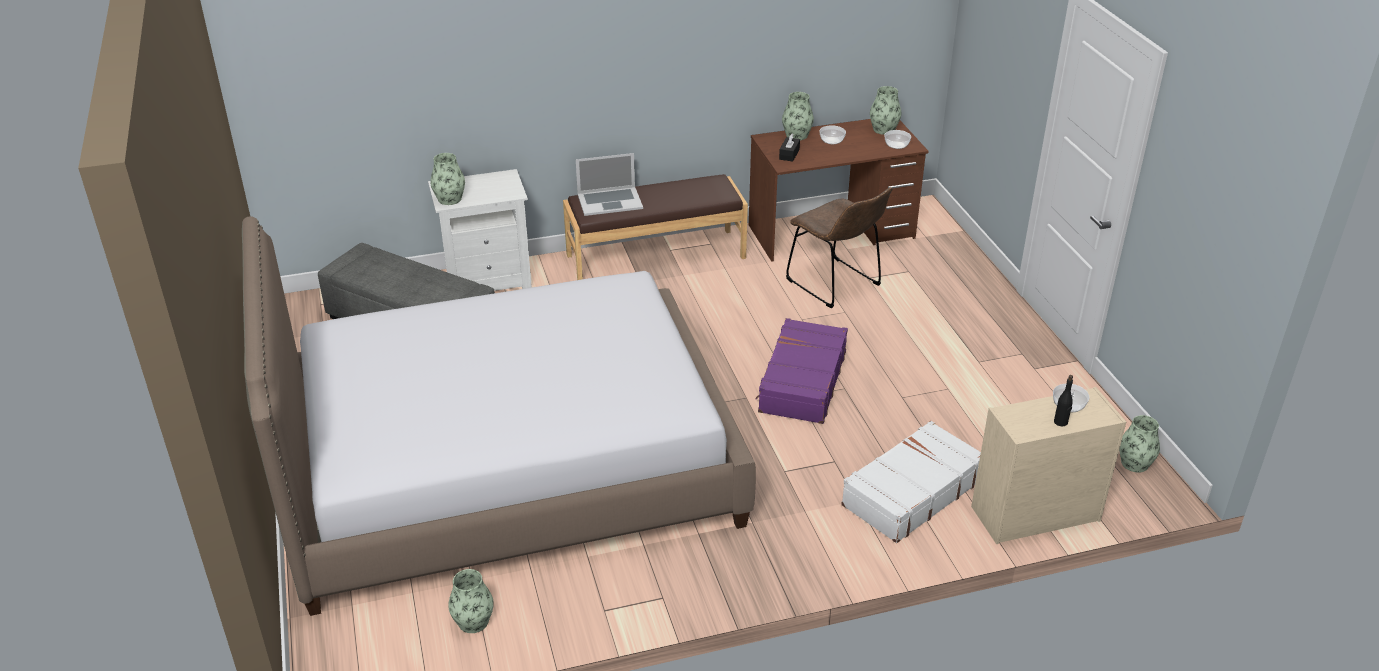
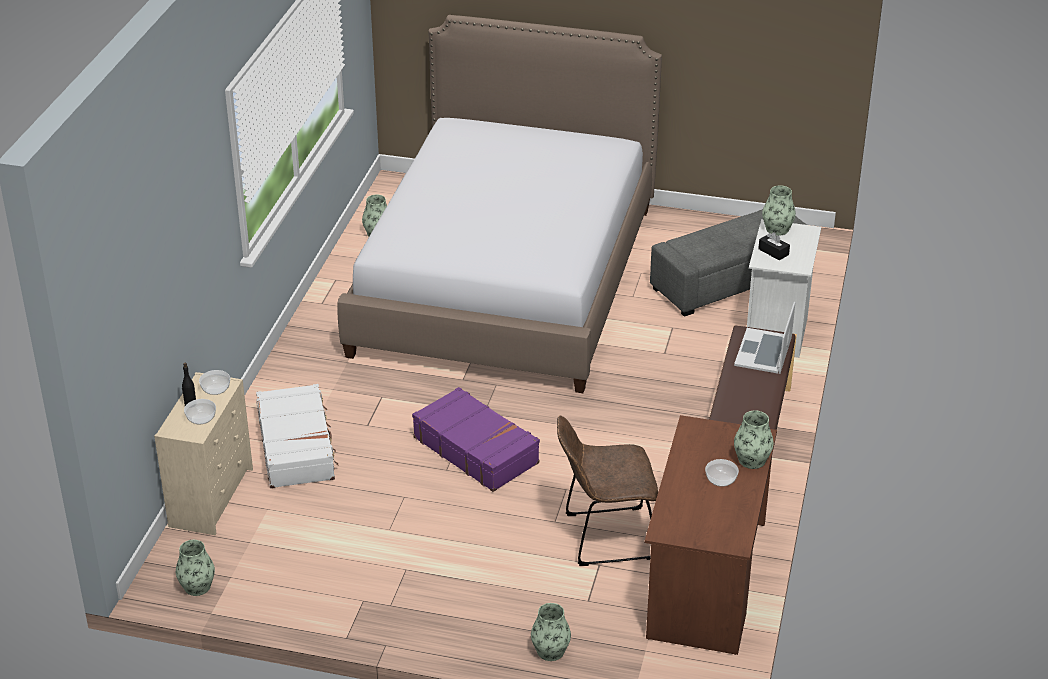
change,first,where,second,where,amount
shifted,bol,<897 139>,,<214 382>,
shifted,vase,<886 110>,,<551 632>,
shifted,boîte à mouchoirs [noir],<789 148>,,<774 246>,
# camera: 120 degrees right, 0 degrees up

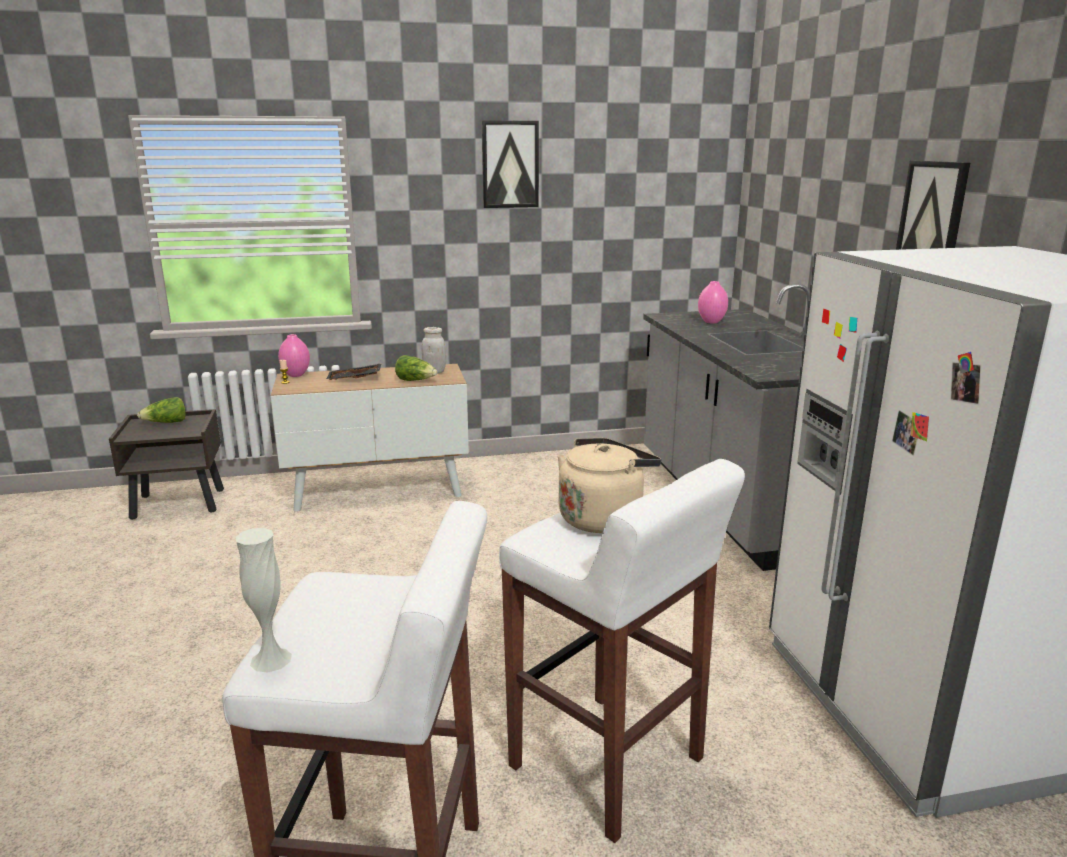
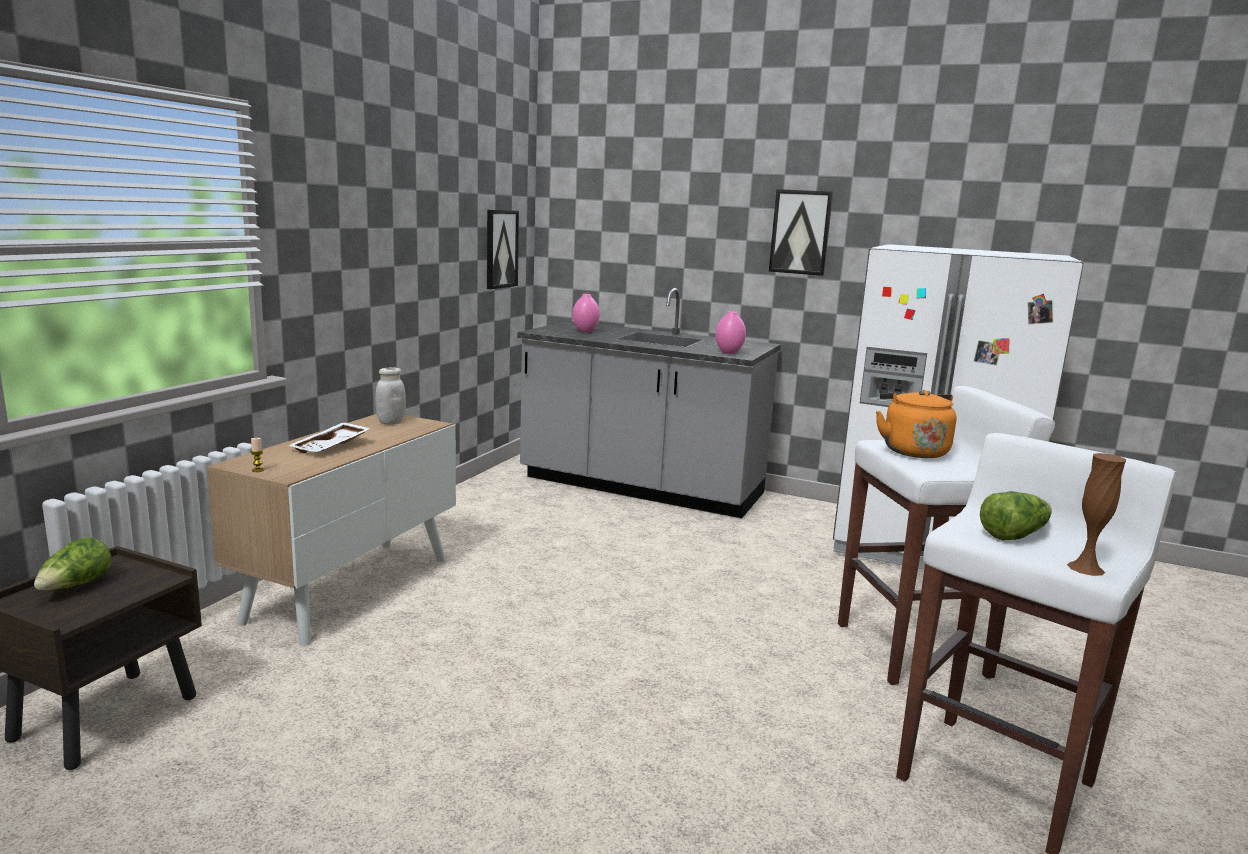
change,first,where,second,where,amount
repainted,plateau [noir],<354 371>,plateau [blanc],<329 437>,
shifted,tableau,<510 164>,,<503 249>,
shifted,vase [rose],<294 355>,,<730 332>,
repainted,bouilloire [beige],<609 485>,bouilloire [orange],<916 424>,
shifted,laitue,<416 368>,,<1016 515>,
repainted,vase [blanc],<264 600>,vase [marron],<1096 514>,
# camera: 55 degrees left, 5 degrees down

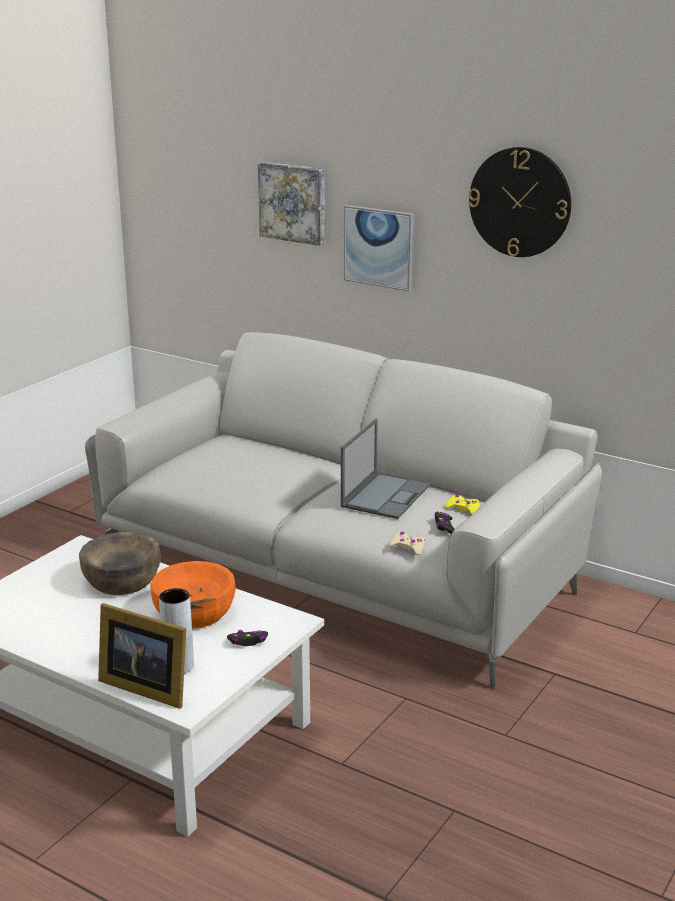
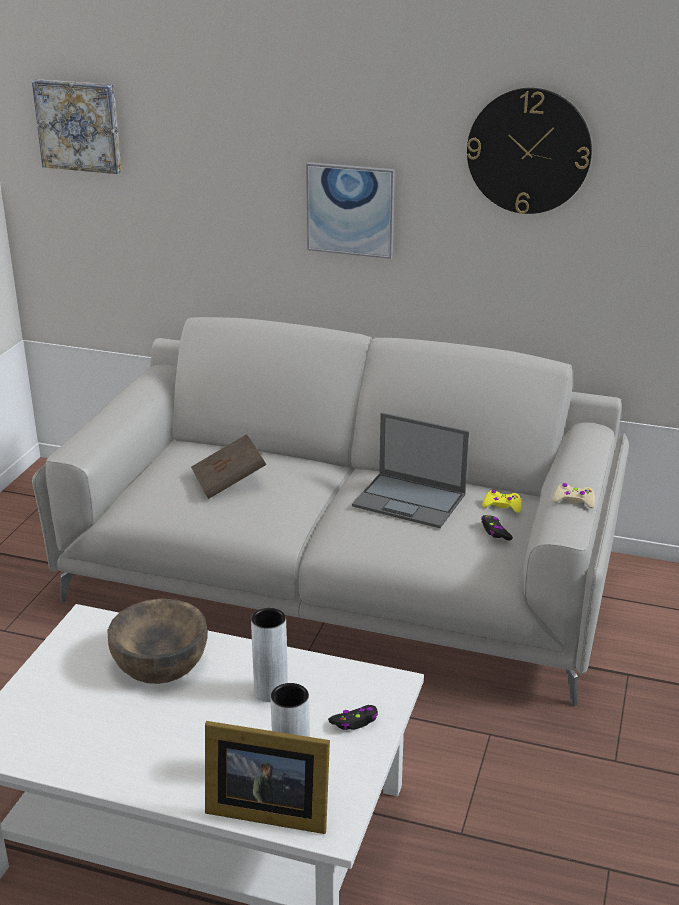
change,first,where,second,where,amount
shifted,tableau,<291 204>,,<77 126>,
new,,,livre [marron],<228 466>,
swapped,bol [orange],<193 595>,vase [gris],<269 655>,
rotated,ordinateur portable,<385 468>,,<410 470>,105 degrees clockwise
shifted,manette [beige],<407 543>,,<573 495>,
# camera: 15 degrees left, 5 degrees up

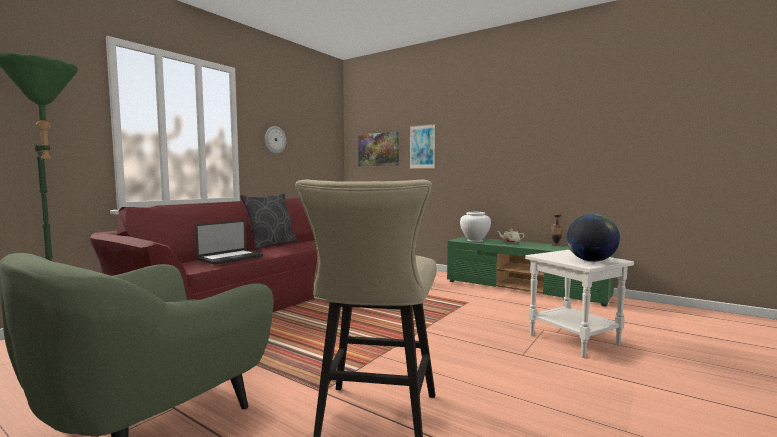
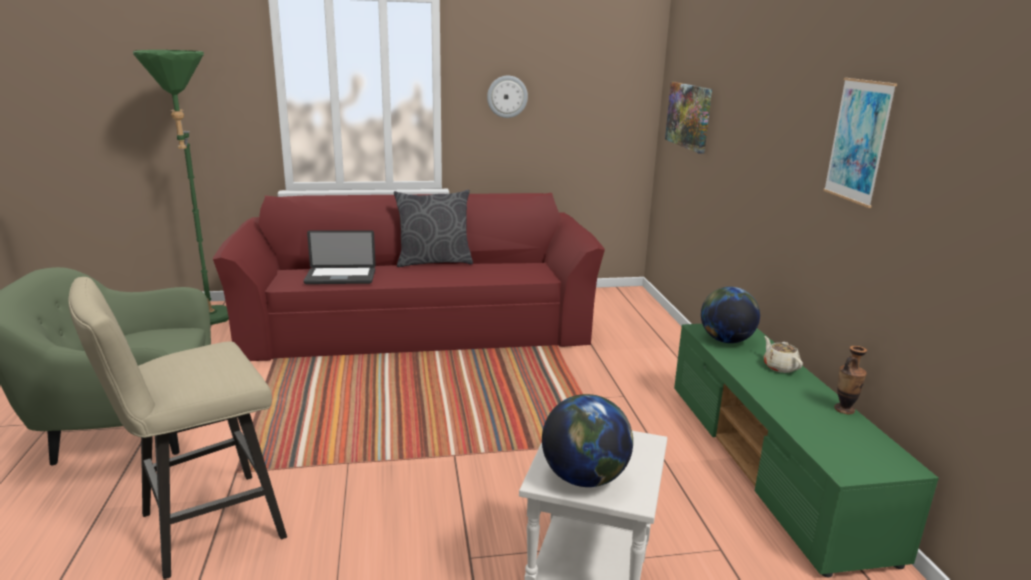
change,first,where,second,where,amount
swapped,vase [blanc],<475 227>,globe,<730 315>,
shifted,tableau,<422 146>,,<860 143>,
# camera: 45 degrees right, 15 degrees up

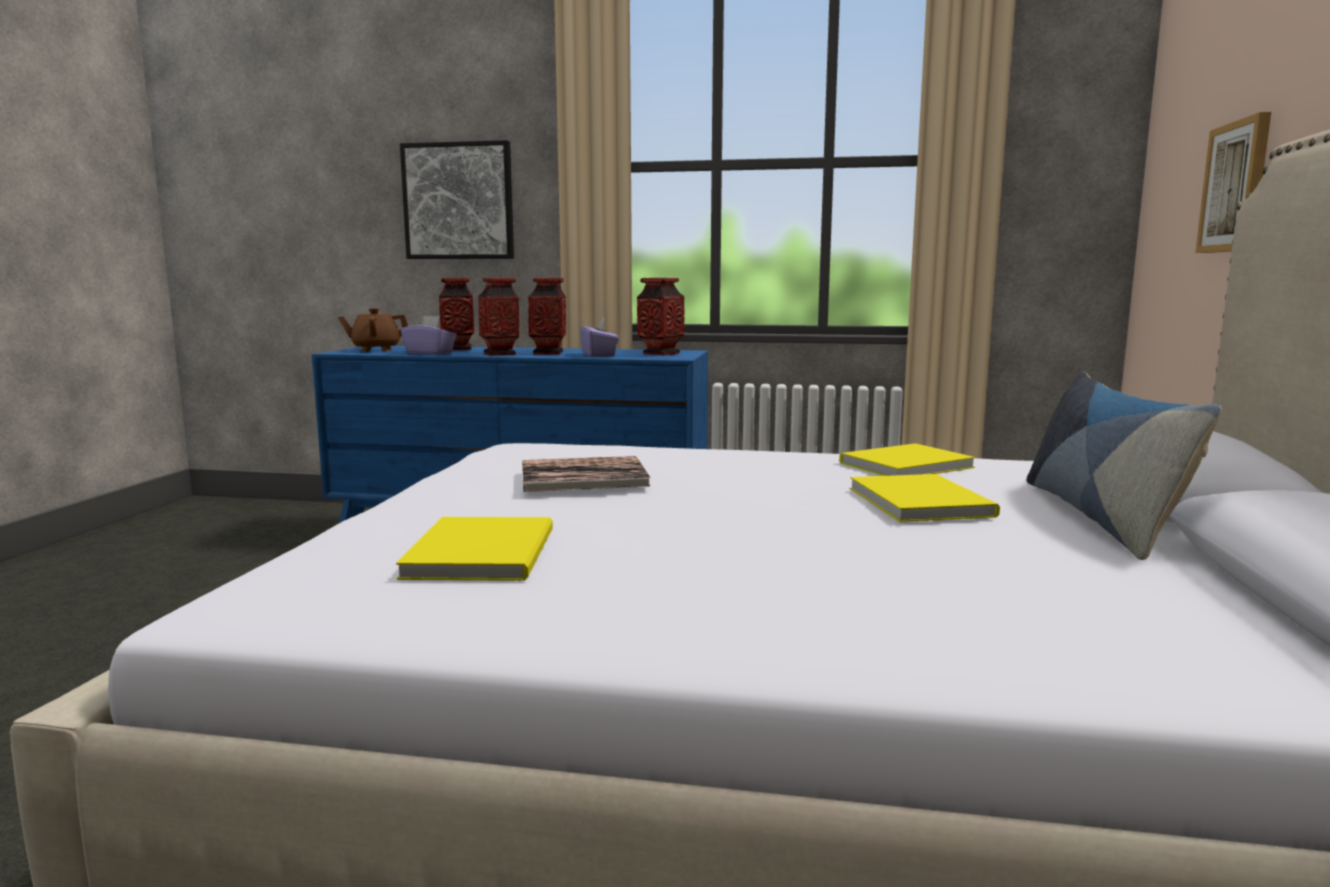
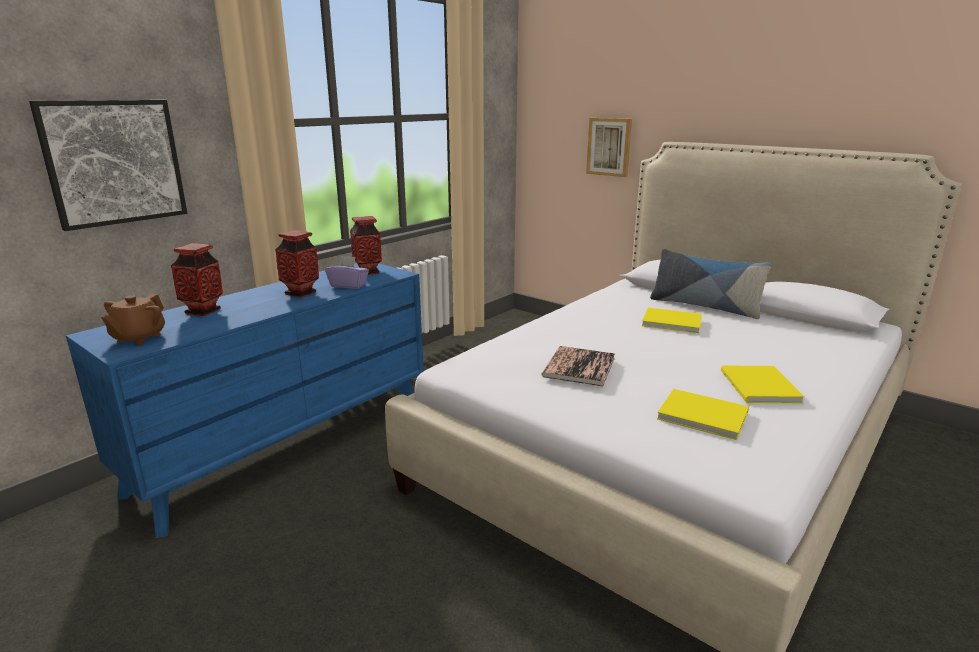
change,first,where,second,where,amount
shifted,livre [jaune],<907 459>,,<763 384>,
gone,boîte à mouchoirs [violet],<429 335>,,,
gone,vase,<498 317>,,,
# camera: 60 degrees left, 10 degrees up

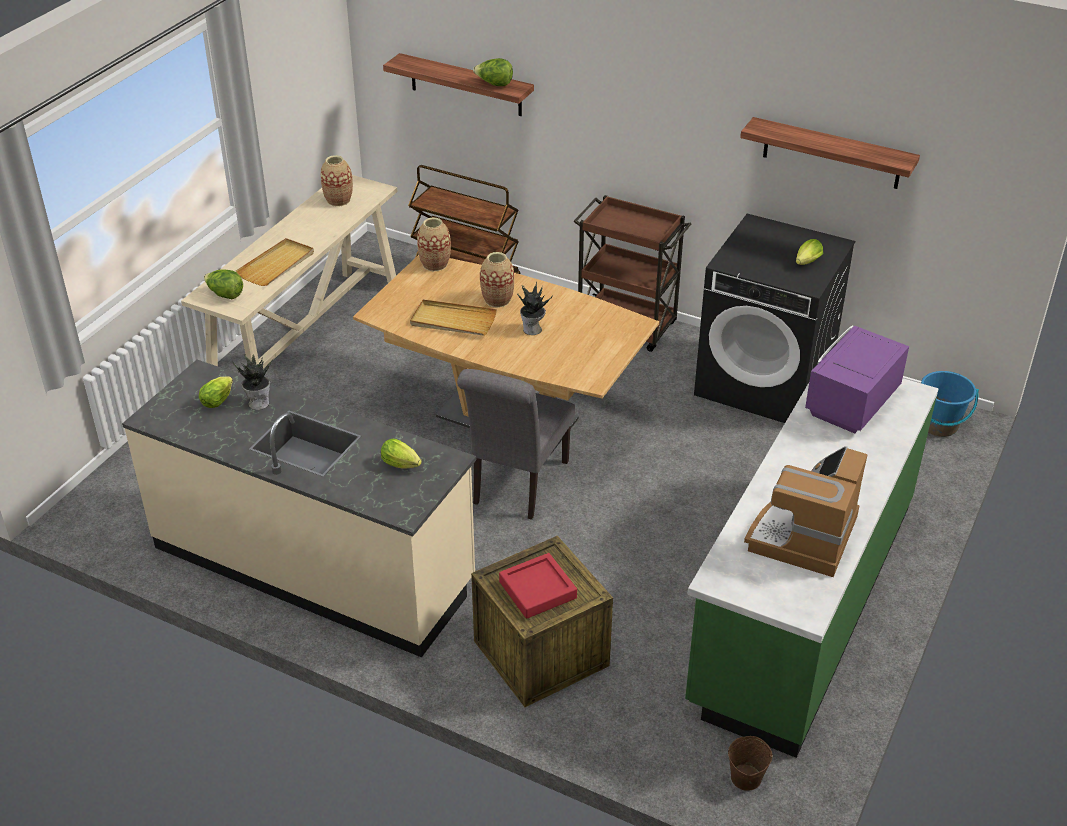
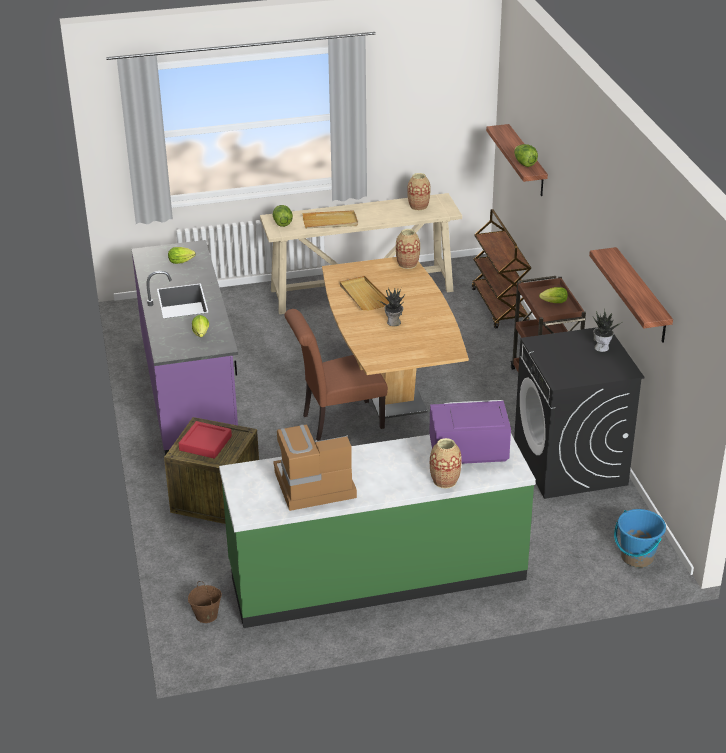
change,first,where,second,where,amount
repainted,comptoir de cuisine [beige],<299 508>,comptoir de cuisine [violet],<185 347>,
repainted,chaise [gris],<516 444>,chaise [marron],<336 374>,
shifted,vase,<497 280>,,<446 463>,
shifted,laitue,<809 252>,,<553 295>,
shifted,plante en pot,<252 382>,,<607 331>,
# camera: 50 degrees right, 5 degrees down

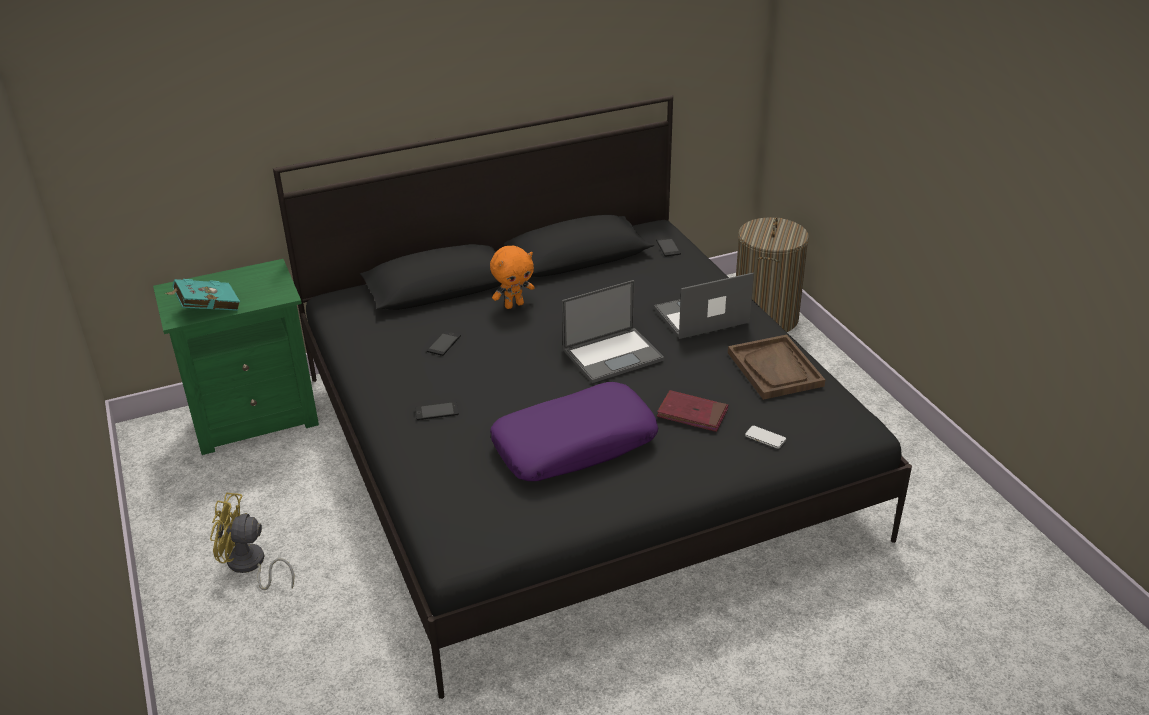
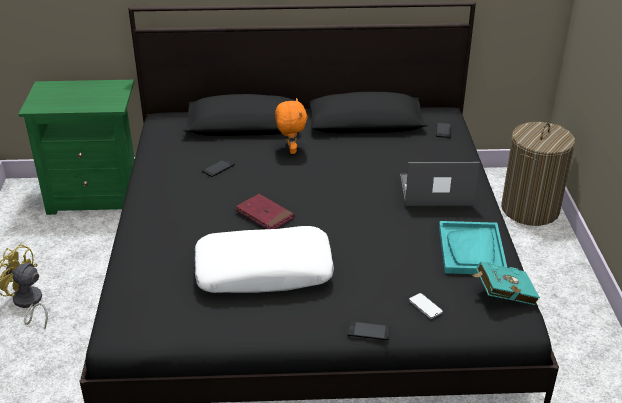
change,first,where,second,where,amount
repainted,coussin [violet],<574 431>,coussin [blanc],<264 259>,
shifted,livre [rouge],<692 411>,,<265 211>,
rotated,peluche [orange],<512 277>,,<291 126>,90 degrees counterclockwise
shifted,téléphone,<437 411>,,<369 330>,
repainted,plateau [marron],<776 367>,plateau [turquoise],<473 247>,
shifted,livre [turquoise],<202 295>,,<506 283>,
gone,ordinateur portable,<613 331>,,,
# camera: 20 degrees right, 0 degrees up

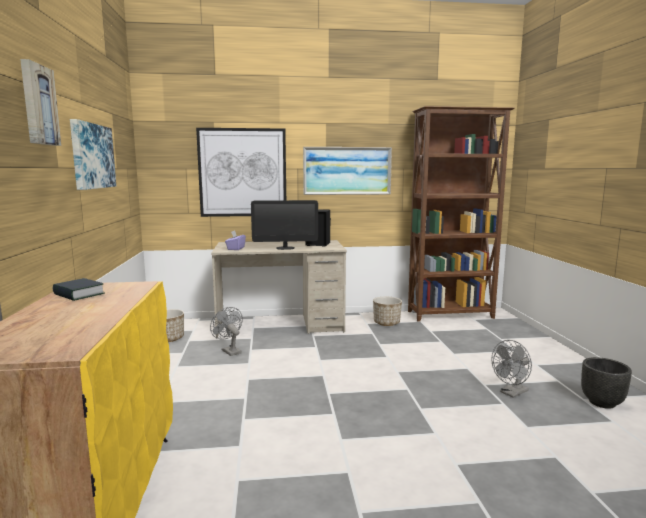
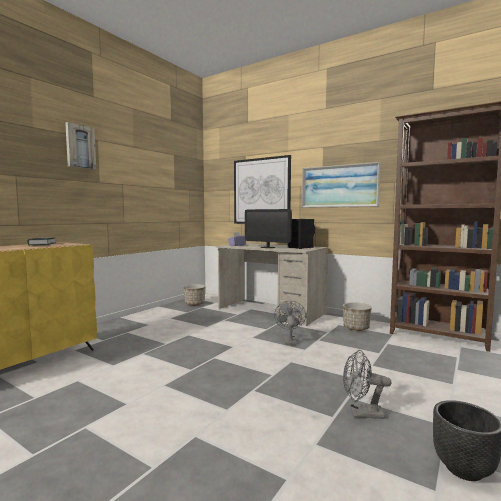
change,first,where,second,where,amount
shifted,ventilateur [gris],<226 331>,,<290 323>,
gone,tableau,<93 154>,,,
# camera: 40 degrees right, 5 degrees down

